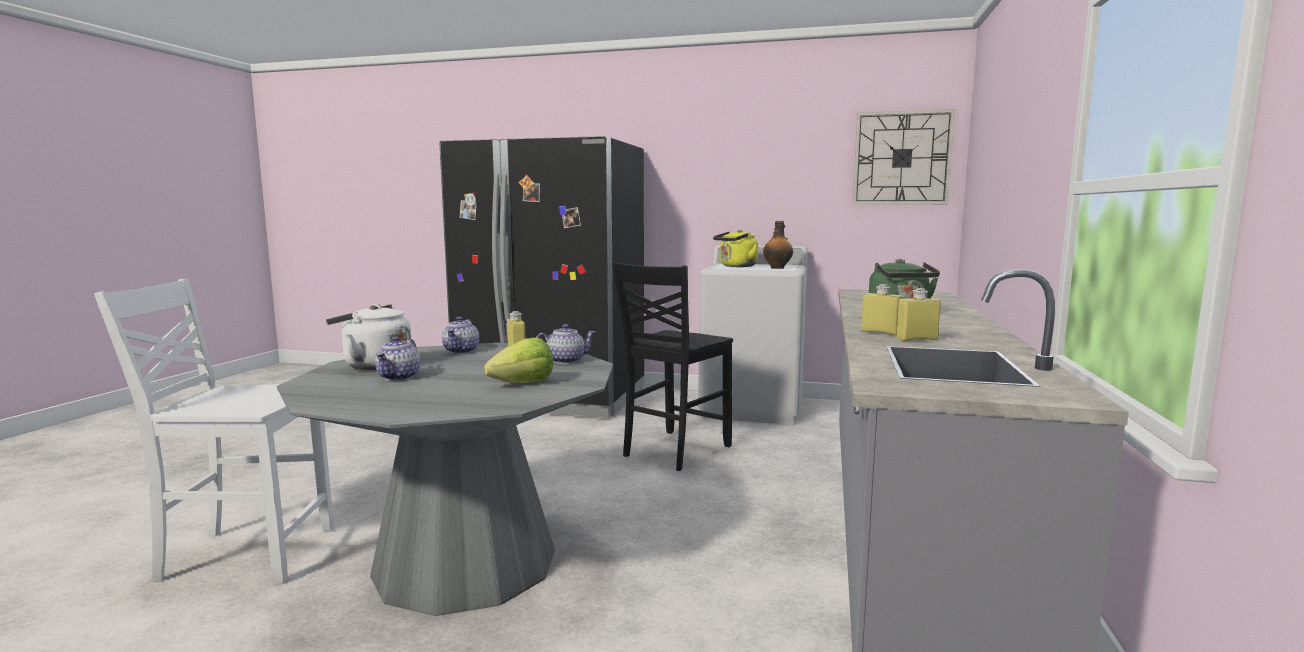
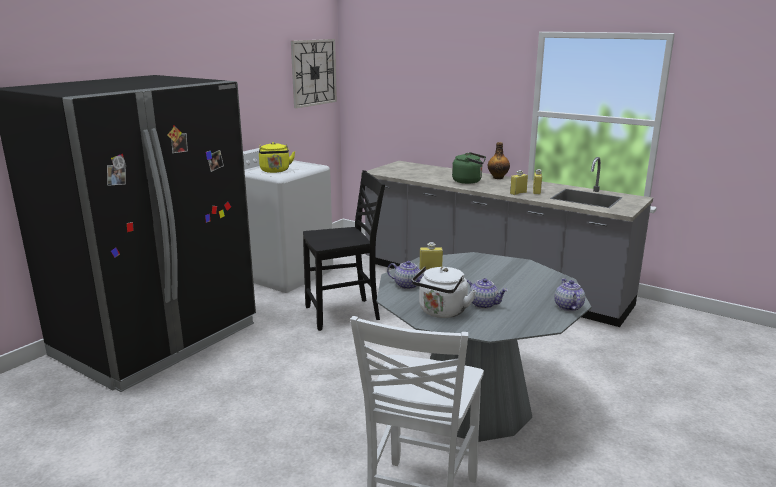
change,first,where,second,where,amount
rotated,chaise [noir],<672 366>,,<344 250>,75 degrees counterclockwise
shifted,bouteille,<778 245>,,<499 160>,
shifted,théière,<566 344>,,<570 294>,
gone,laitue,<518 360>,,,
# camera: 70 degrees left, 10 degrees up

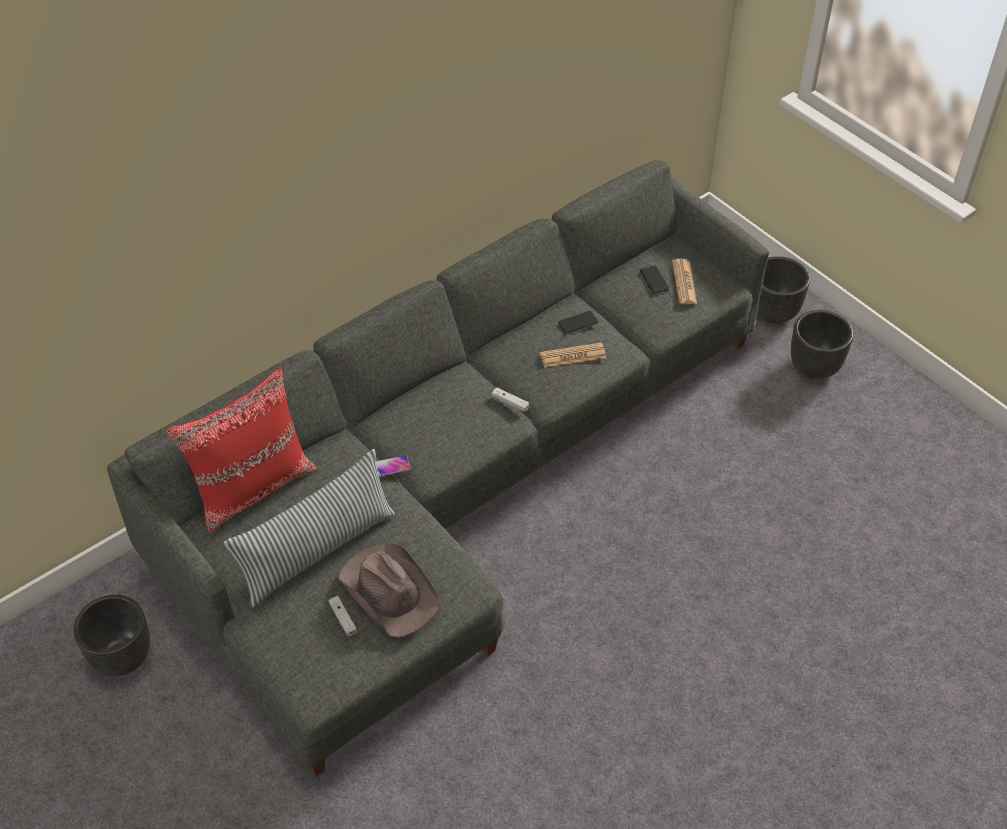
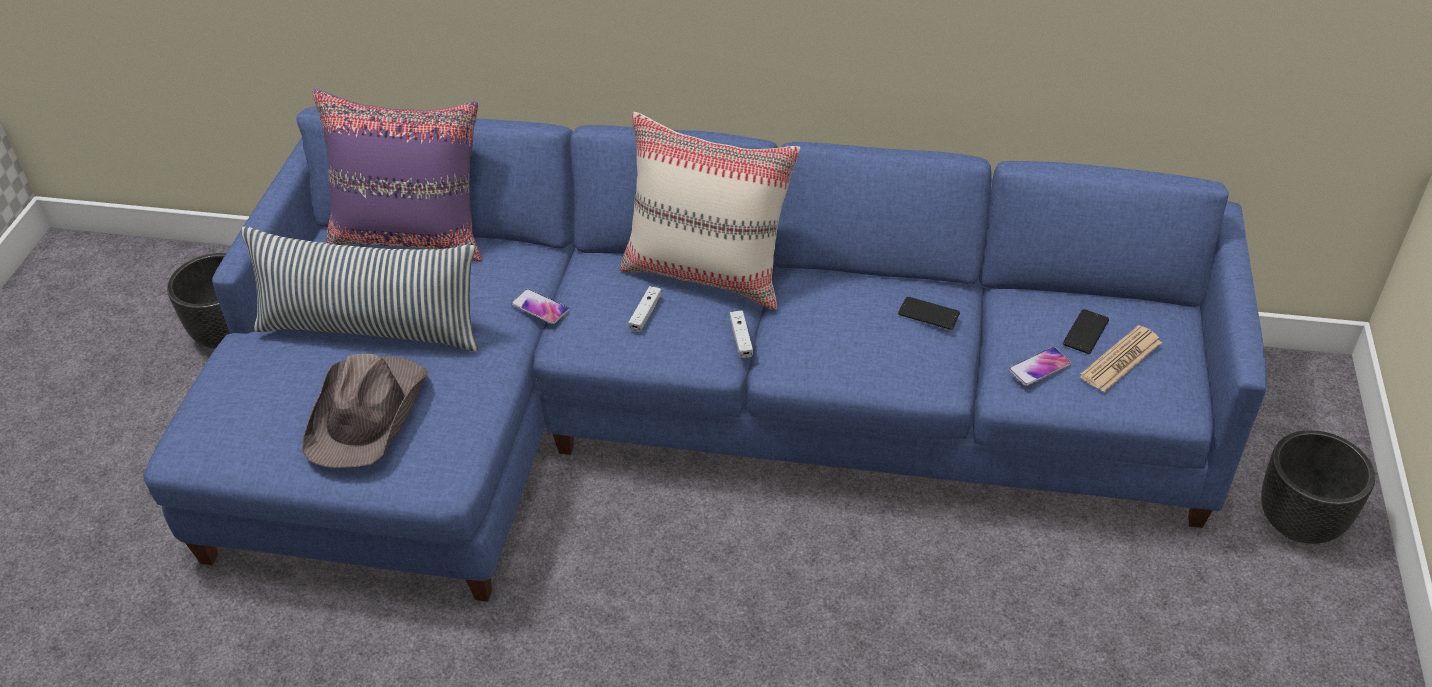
change,first,where,second,where,amount
repainted,canapé [gris],<438 468>,canapé [bleu],<704 354>,
repainted,coussin [rouge],<241 449>,coussin [violet],<397 175>,
new,,,coussin [beige],<710 211>,
shifted,manette [blanc],<343 616>,,<645 309>,
new,,,téléphone,<1040 366>,
gone,journal,<573 355>,,,
gone,cache-pot [noir],<822 344>,,,
# camera: 50 degrees right, 5 degrees down

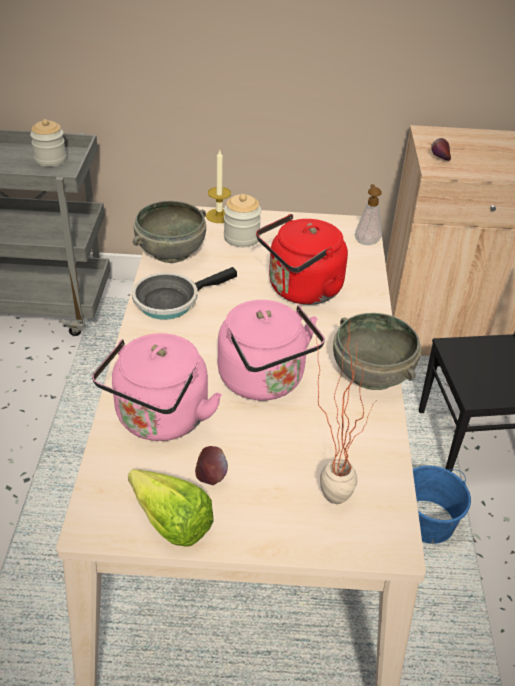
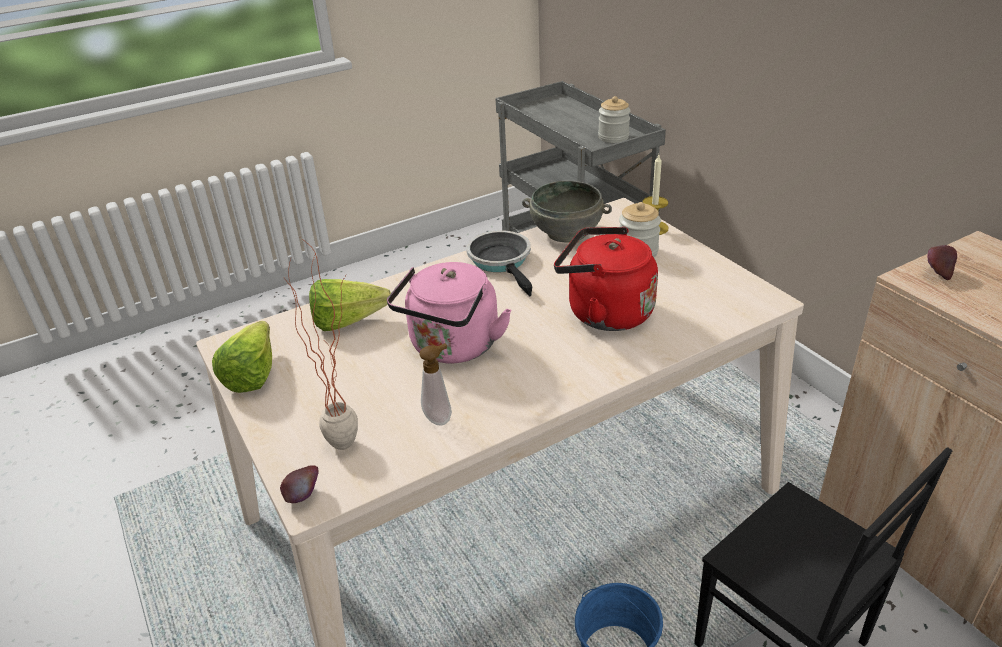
change,first,where,second,where,amount
shifted,pomme,<211 465>,,<299 484>,
swapped,bouilloire [rose],<157 387>,laitue,<350 305>,
shifted,distributeur de savon,<368 214>,,<435 384>,
rotated,poêle,<184 293>,,<499 263>,45 degrees clockwise
gone,bol [gris],<377 351>,,,
# camera: 60 degrees right, 5 degrees down

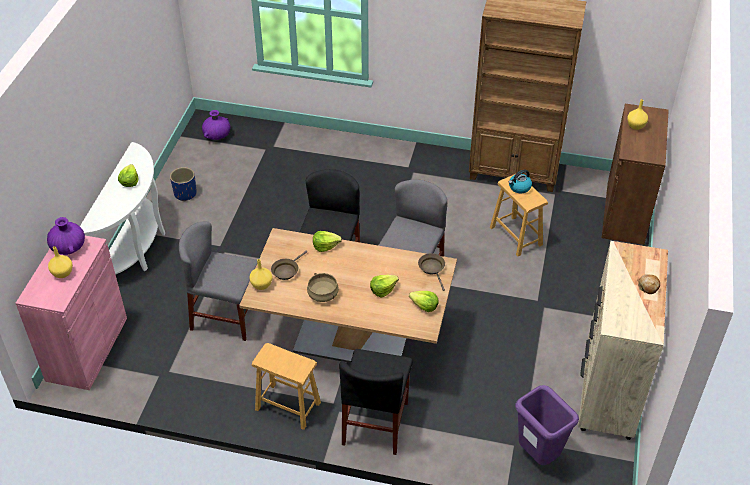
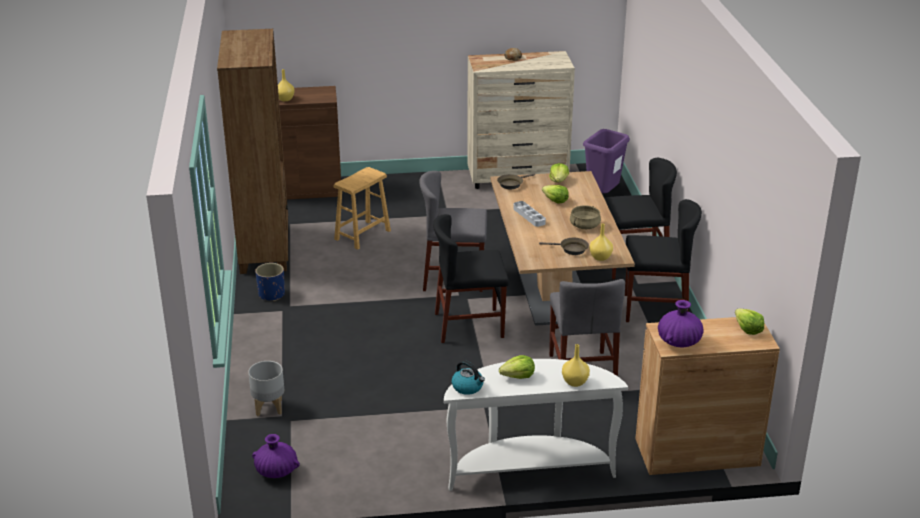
change,first,where,second,where,amount
new,,,cache-pot [gris],<266 388>,
shifted,cache-pot [bleu],<183 184>,,<270 282>,
shifted,bouilloire,<520 181>,,<468 377>,
new,,,plateau [gris],<529 214>,
shifted,vase [jaune],<60 262>,,<576 365>,
swapped,tabouret [marron],<286 386>,chaise [noir],<663 260>,
repainted,meuble de rangement [rose],<71 313>,meuble de rangement [marron],<707 396>,
shifted,laitue,<327 241>,,<749 321>,
# camera: 110 degrees left, 15 degrees down

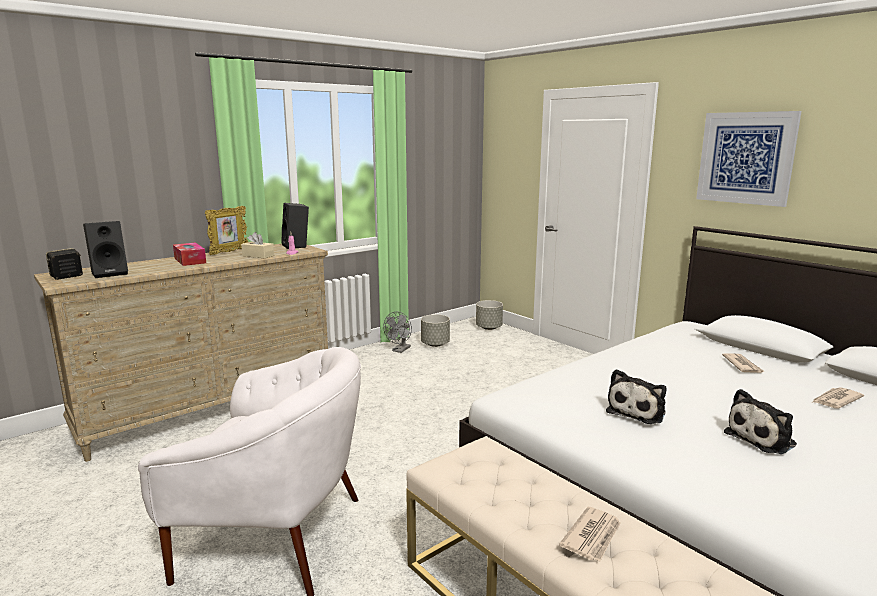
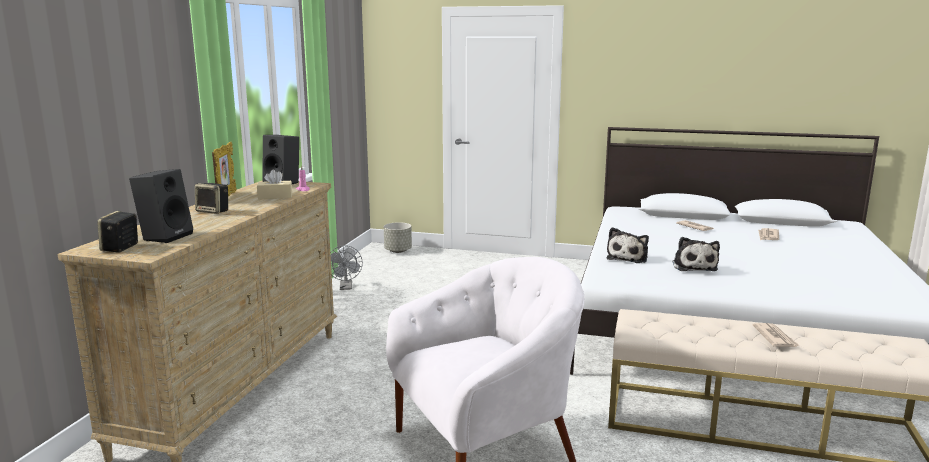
change,first,where,second,where,amount
swapped,boîte à mouchoirs,<189 254>,enceinte,<211 198>,
shifted,peluche,<760 421>,,<628 245>,
gone,cache-pot [gris],<435 330>,,,
gone,tableau,<748 159>,,,
# camera: 35 degrees left, 0 degrees up

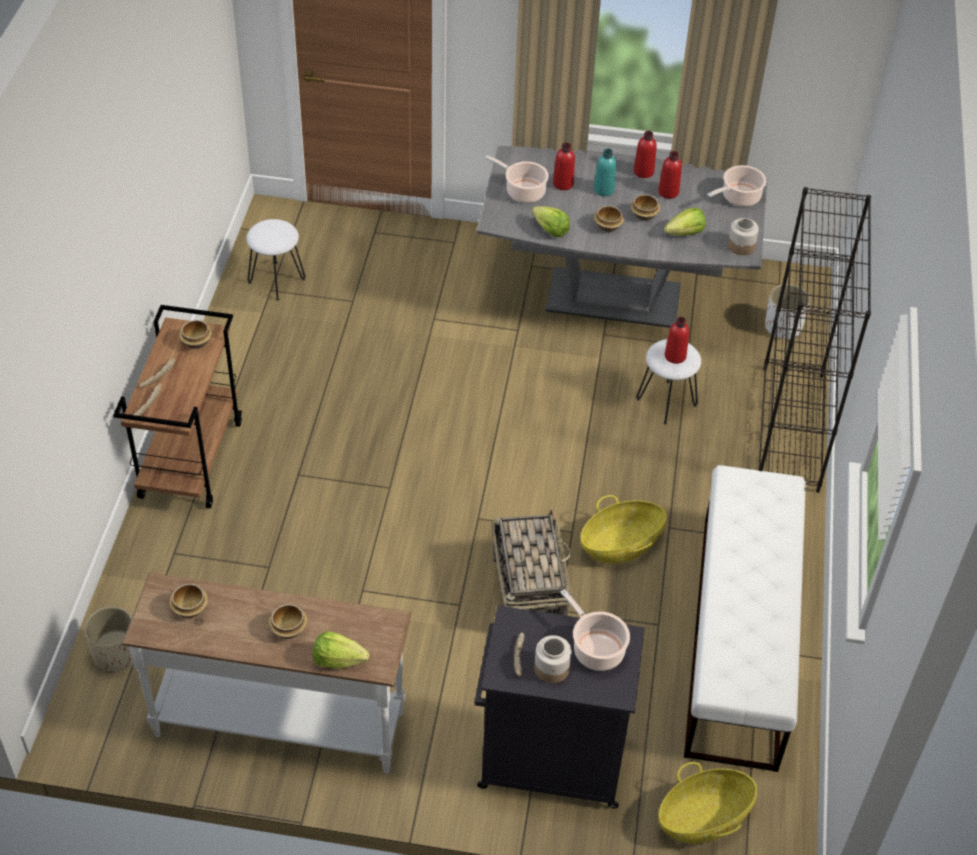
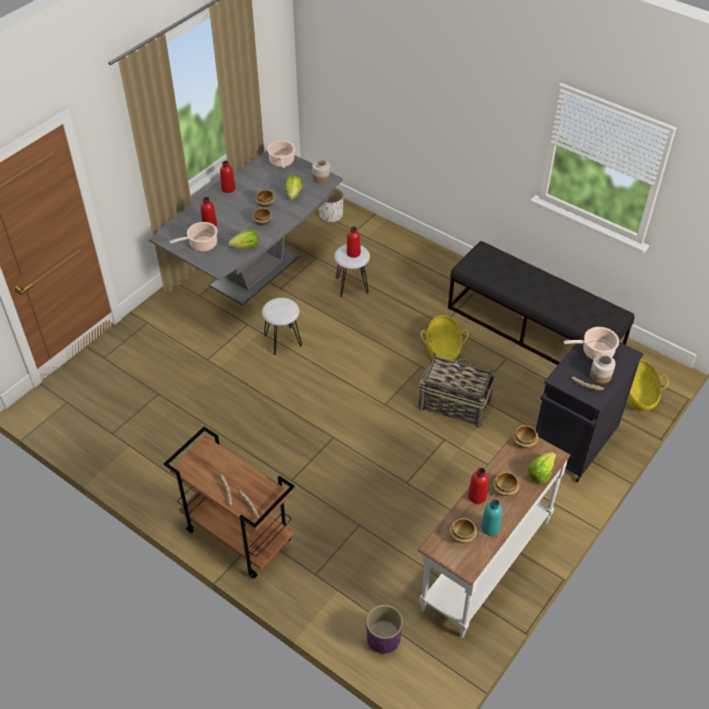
change,first,where,second,where,amount
shifted,tabouret [blanc],<275 260>,,<282 326>,
repainted,cache-pot [beige],<108 639>,cache-pot [violet],<384 629>,
repainted,banc [blanc],<745 618>,banc [noir],<541 303>,
shifted,bouteille [rouge],<670 175>,,<478 486>,
shifted,bouteille [turquoise],<605 172>,,<491 517>,
shifted,bol,<195 334>,,<525 436>,
gone,bibliothèque [noir],<814 340>,,,
# camera: 60 degrees left, 0 degrees up

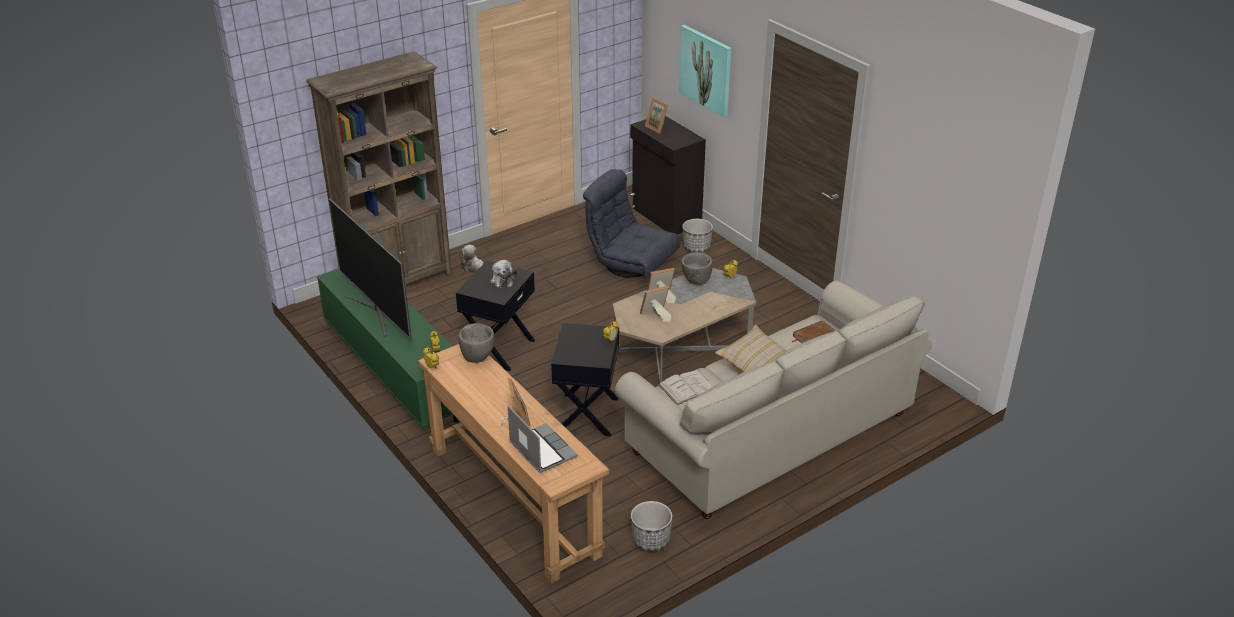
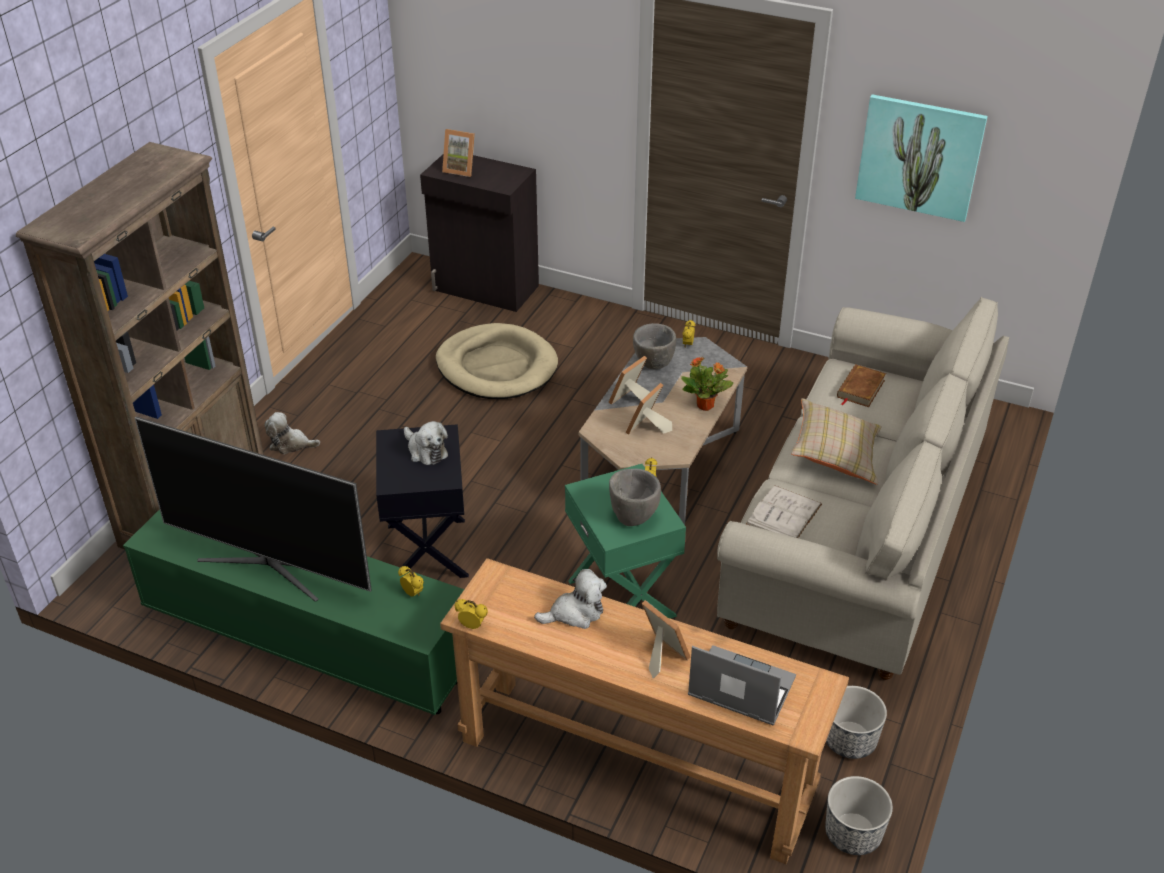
change,first,where,second,where,amount
swapped,fauteuil [gris],<631 224>,panier pour chien [beige],<497 361>,
new,,,peluche,<570 599>,
repainted,table d'appoint [noir],<585 379>,table d'appoint [vert],<625 541>,
shifted,bol [gris],<476 343>,,<635 497>,
new,,,plante en pot,<707 384>,
shifted,cache-pot,<697 236>,,<859 815>,
shifted,tableau,<705 71>,,<921 158>,
# camera: 30 degrees left, 5 degrees up

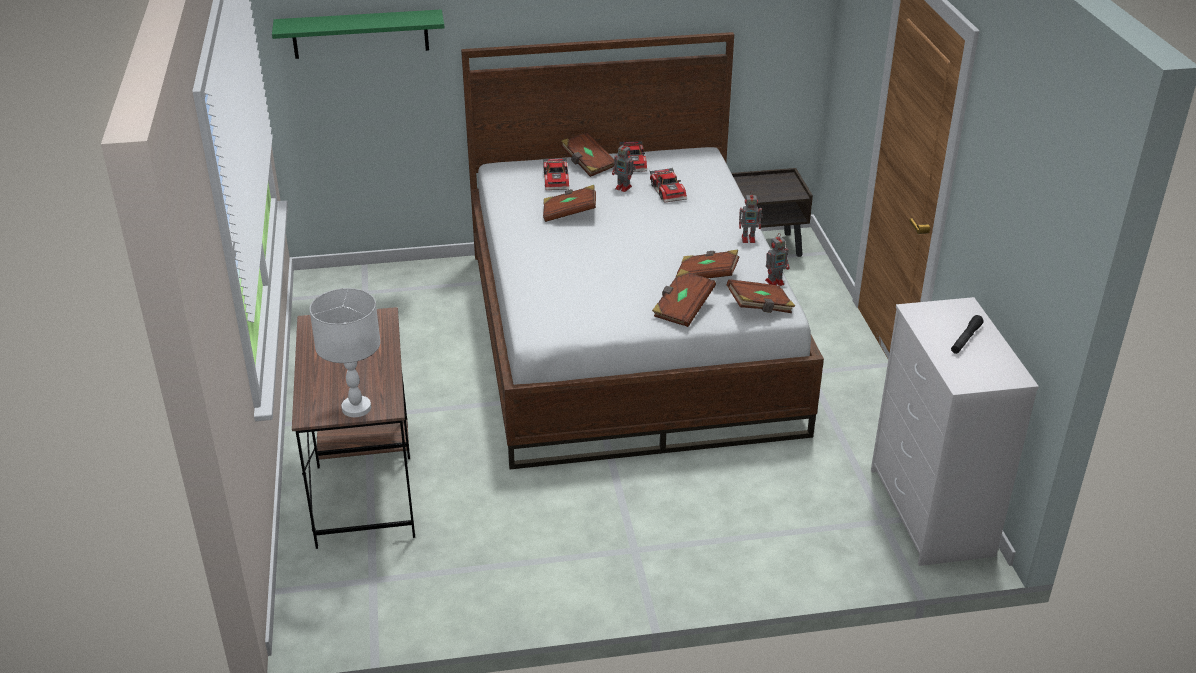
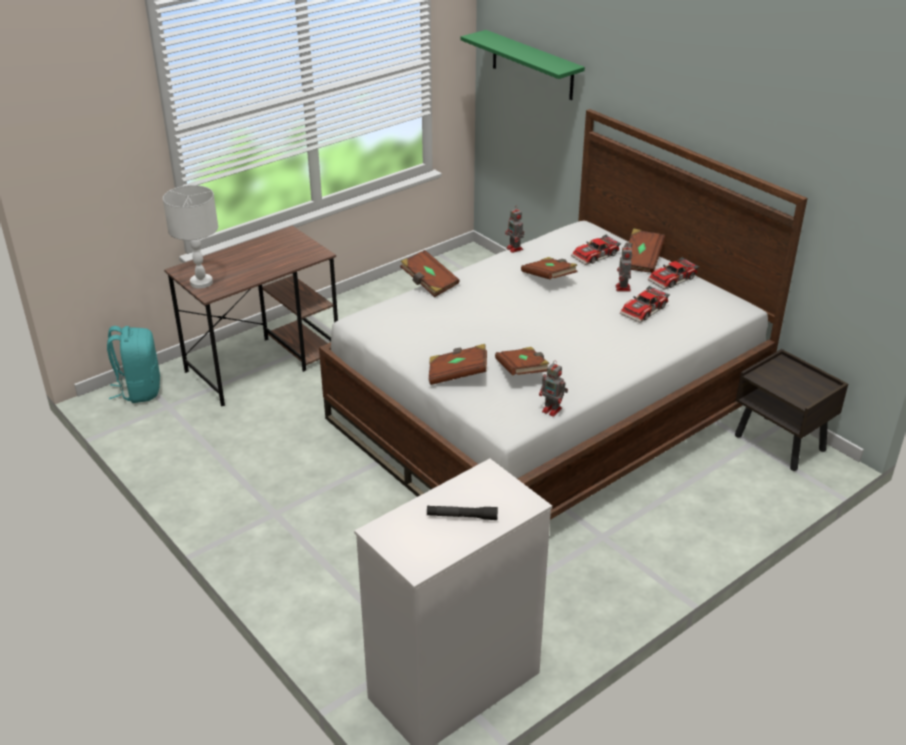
change,first,where,second,where,amount
new,,,sac à dos [turquoise],<133 364>,
shifted,livre [marron],<761 296>,,<430 273>,
shifted,robot jouet,<751 217>,,<514 229>,
# camera: 60 degrees right, 0 degrees up

